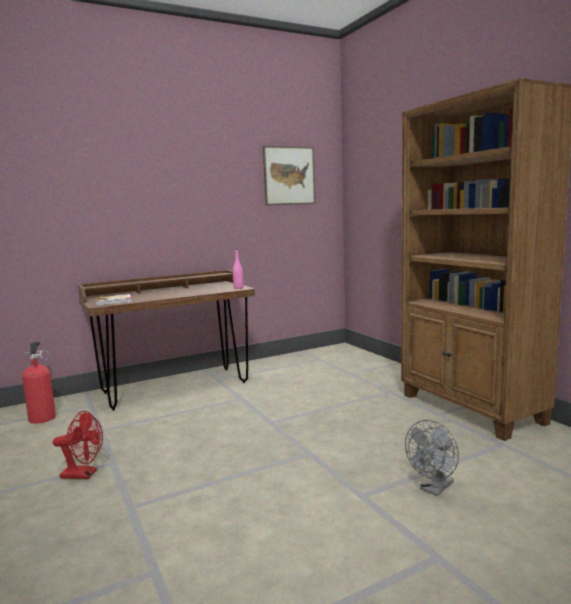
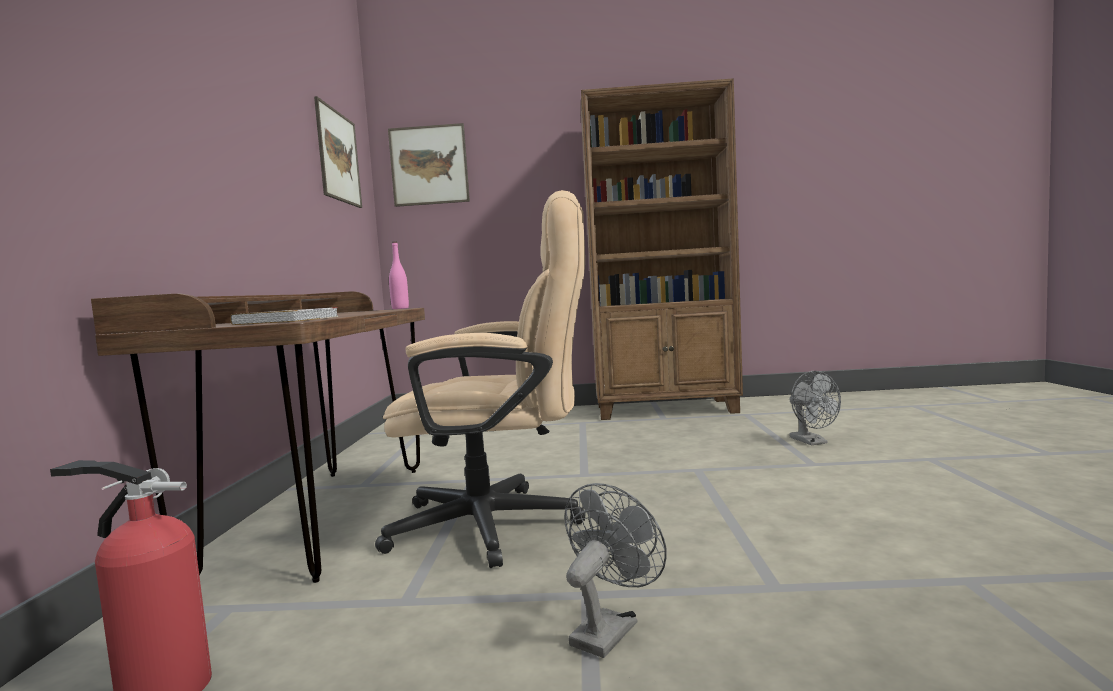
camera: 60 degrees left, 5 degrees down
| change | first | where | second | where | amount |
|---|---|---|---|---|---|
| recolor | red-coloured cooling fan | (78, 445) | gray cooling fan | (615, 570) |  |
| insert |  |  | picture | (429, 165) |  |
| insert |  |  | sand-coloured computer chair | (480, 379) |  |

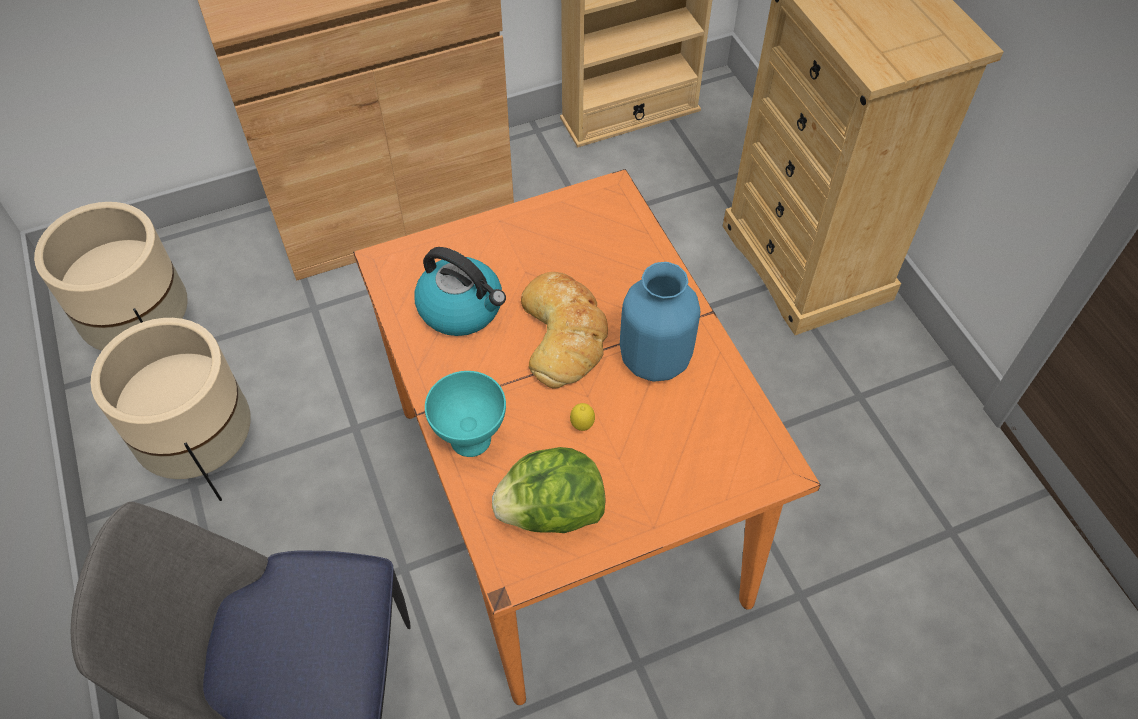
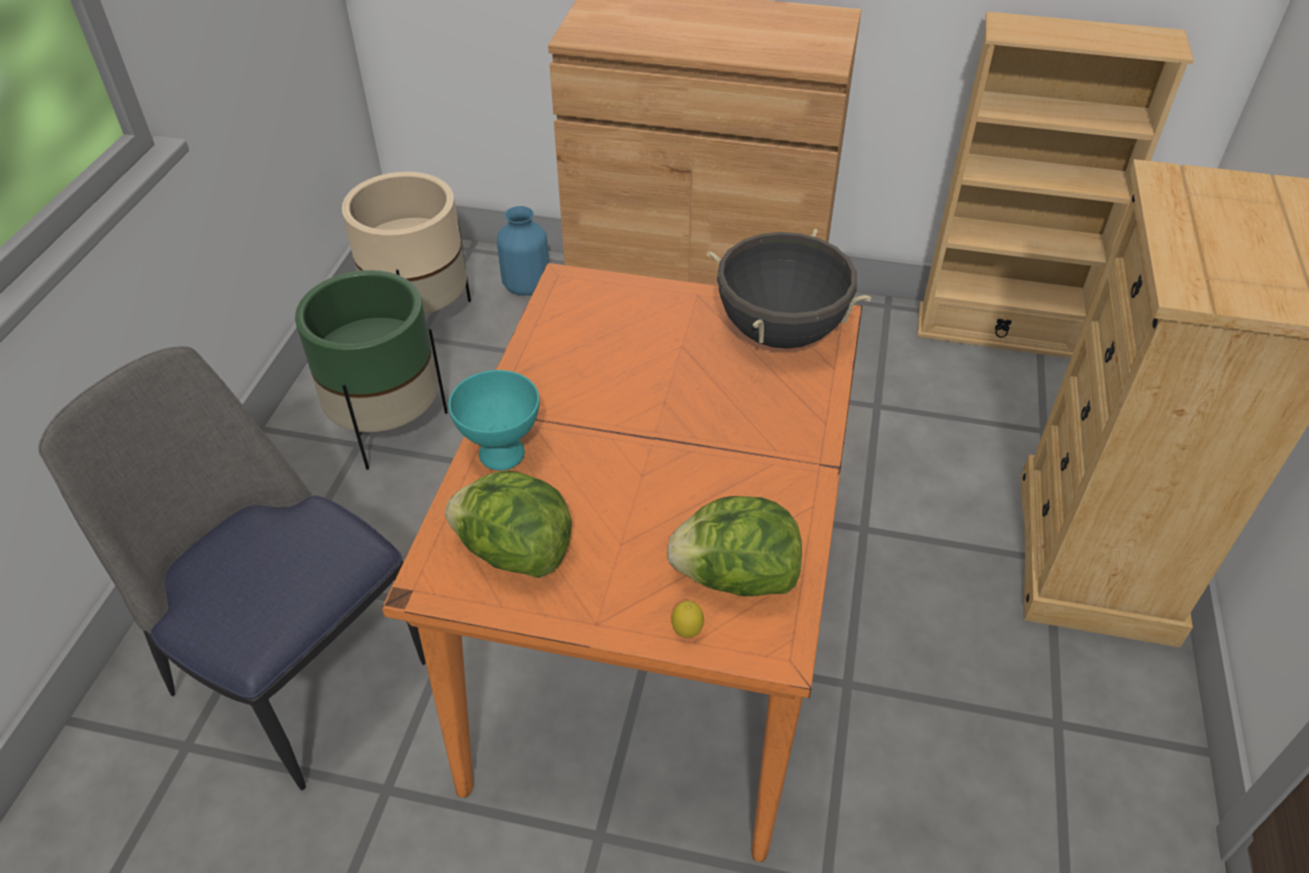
camera: 35 degrees right, 10 degrees down
| change | first | where | second | where | amount |
|---|---|---|---|---|---|
| delete | water kettle | (460, 291) |  |  |  |
| move | blue flower vase | (660, 322) |  | (523, 251) |  |
| delete | bread | (564, 330) |  |  |  |
| recolor | sand-coloured flower pot | (171, 409) | green-coloured flower pot | (371, 370) |  |
| move | citrus fruit | (582, 417) |  | (688, 619) |  |
| insert |  |  | black cooking pot | (789, 289) |  |
| insert |  |  | lettuce head | (734, 546) |  |

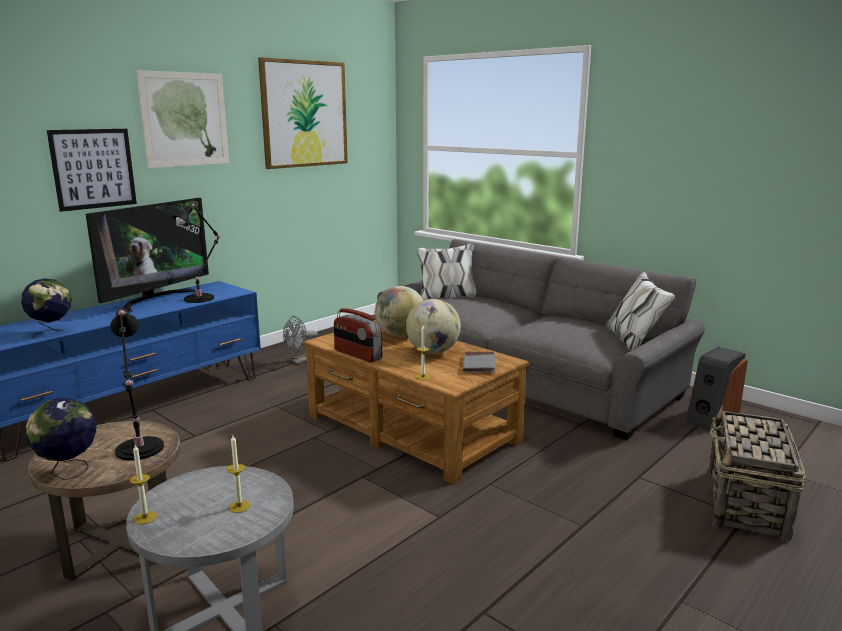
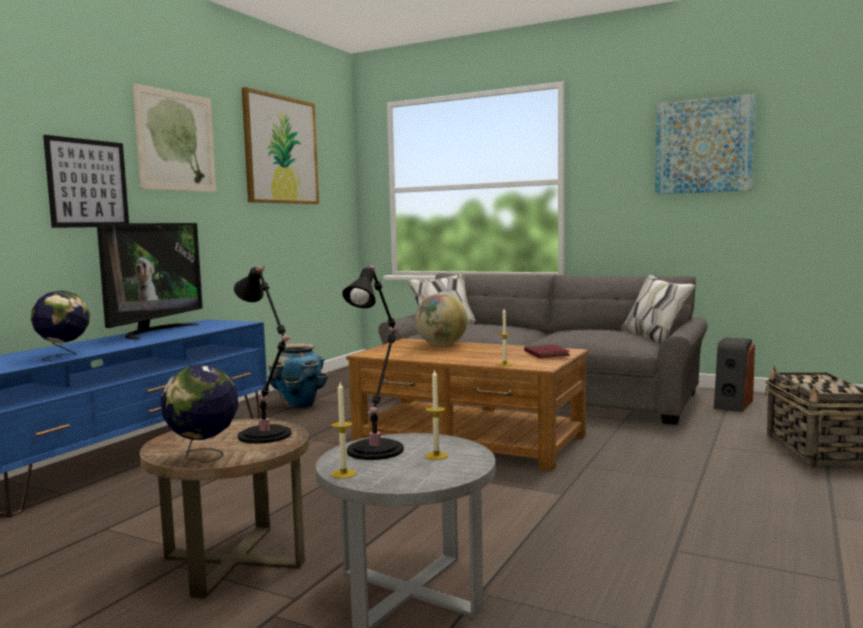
camera: 15 degrees left, 10 degrees down
| change | first | where | second | where | amount |
|---|---|---|---|---|---|
| move | black lamp for a table | (196, 253) |  | (373, 362) |  |
| delete | desk globe | (433, 326) |  |  |  |
| delete | radio | (358, 335) |  |  |  |
| replace | gray cooling fan | (300, 340) | flower pot | (298, 376) |  |
| recolor | gray book | (479, 362) | red-coloured book | (547, 351) |  |
| insert |  |  | picture | (705, 144) |  |

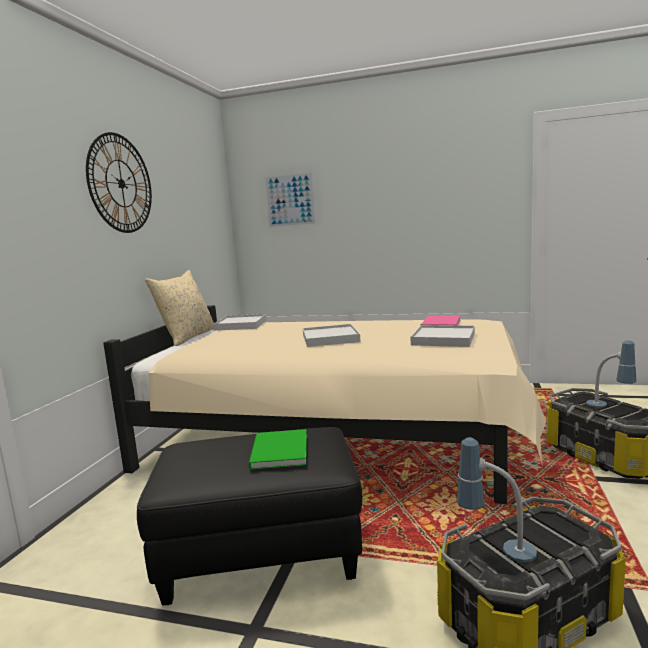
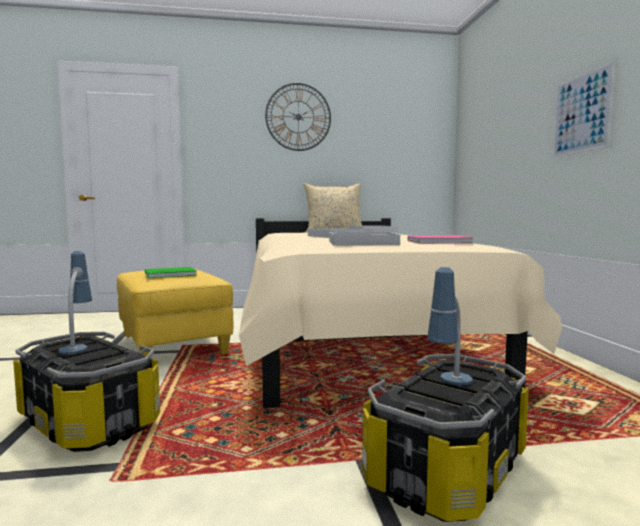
camera: 65 degrees right, 5 degrees down
| change | first | where | second | where | amount |
|---|---|---|---|---|---|
| move | picture | (290, 199) |  | (584, 109) |  |
| recolor | black pouffe | (249, 516) | yellowish pouffe | (175, 313) |  |

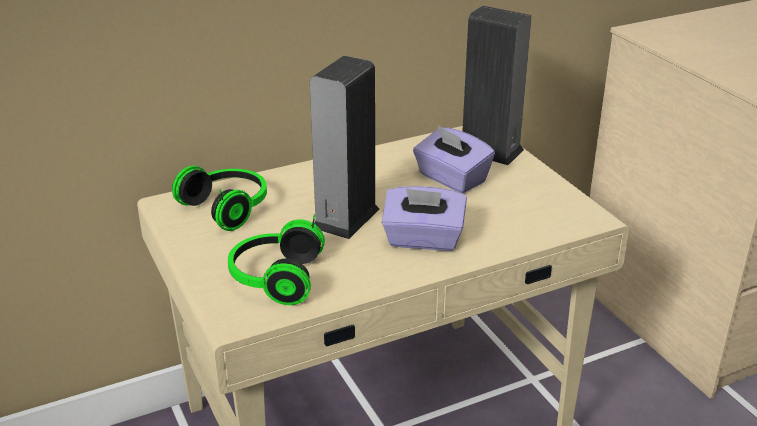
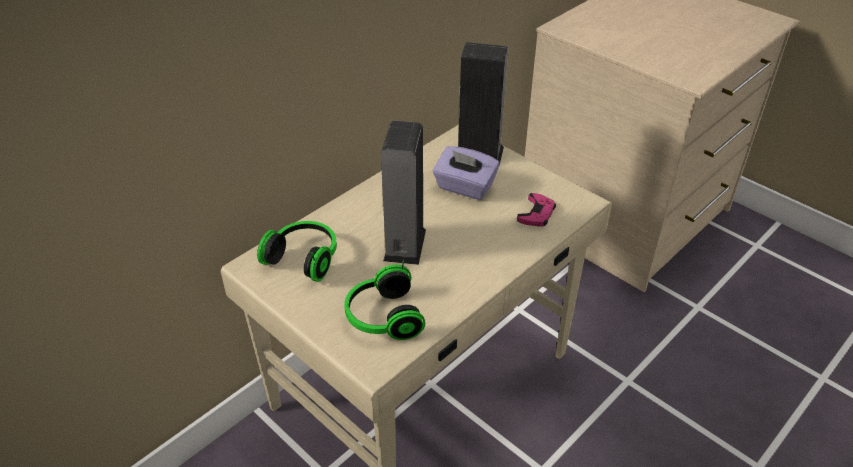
camera: 20 degrees left, 10 degrees up
| change | first | where | second | where | amount |
|---|---|---|---|---|---|
| delete | purple-coloured box of tissues | (424, 218) |  |  |  |
| insert |  |  | pink-coloured gamepad | (536, 209) |  |

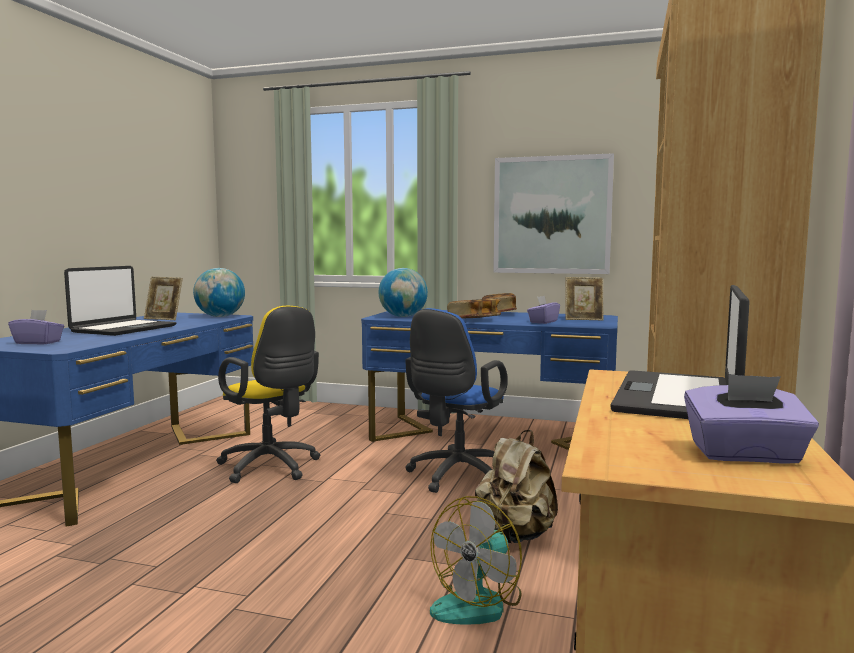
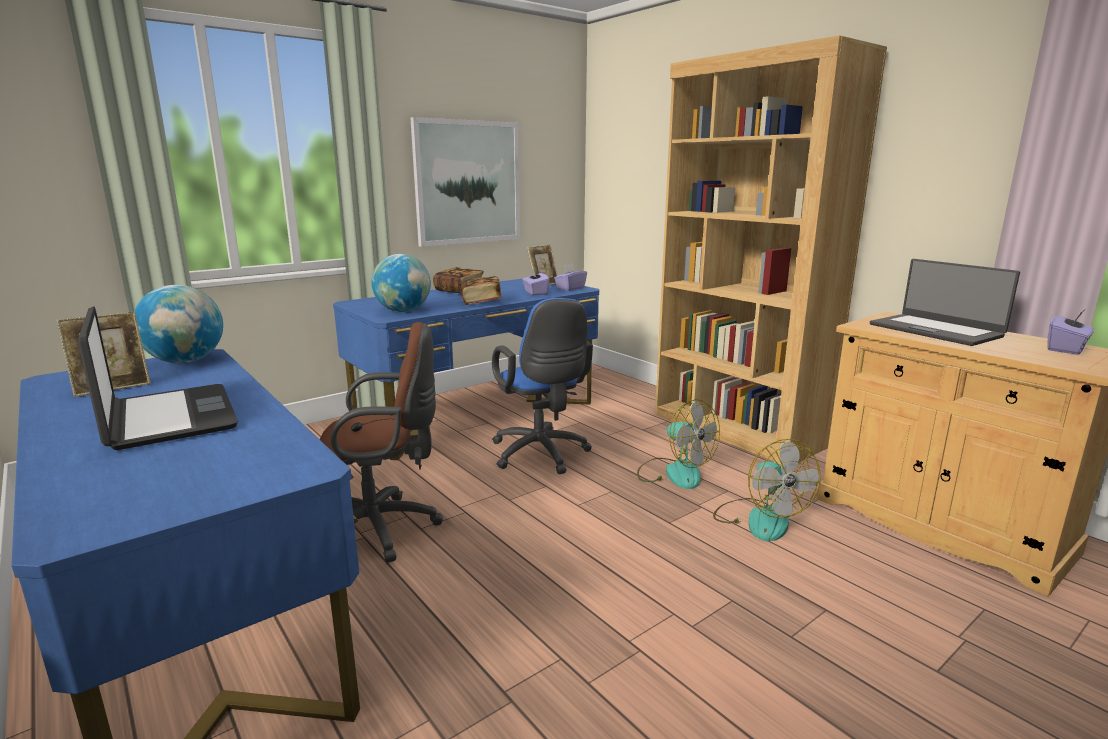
camera: 55 degrees left, 10 degrees up
| change | first | where | second | where | amount |
|---|---|---|---|---|---|
| recolor | yellowish computer chair | (268, 394) | brown computer chair | (381, 442) |  |
| move | purple-coloured box of tissues | (36, 327) |  | (570, 277) |  |
| replace | sand-coloured rucksack | (516, 486) | cooling fan | (678, 444) |  |

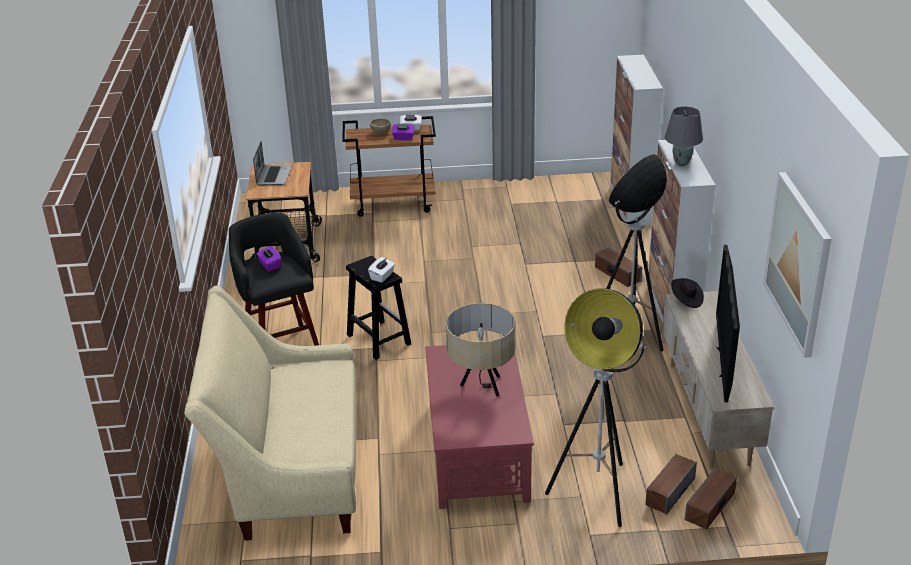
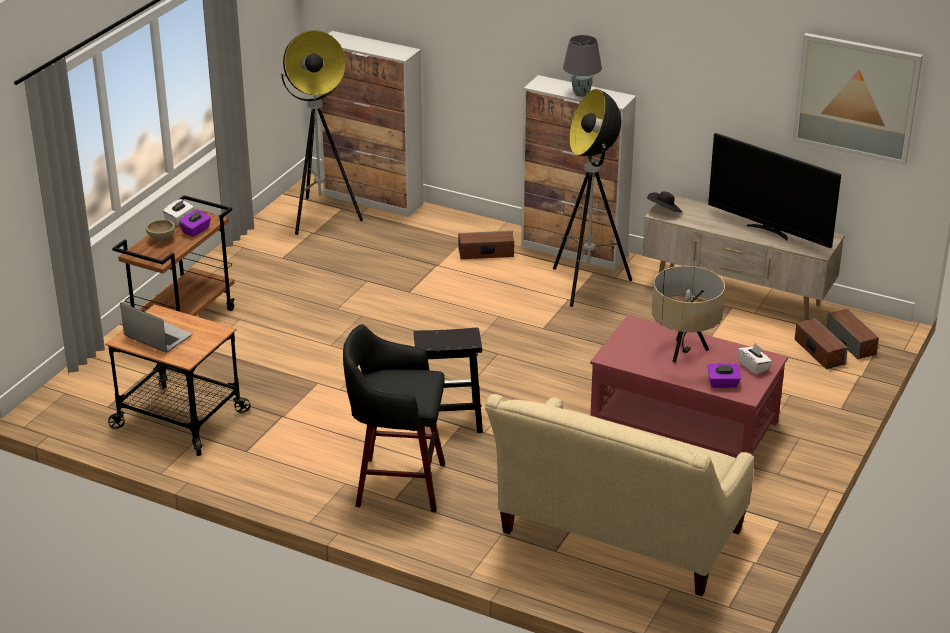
camera: 60 degrees left, 0 degrees up
| change | first | where | second | where | amount |
|---|---|---|---|---|---|
| move | purple-coloured box of tissues | (269, 258) |  | (724, 375) |  |
| move | whitish box of tissues | (381, 270) |  | (755, 359) |  |
| move | standing lamp | (595, 407) |  | (322, 132) |  |

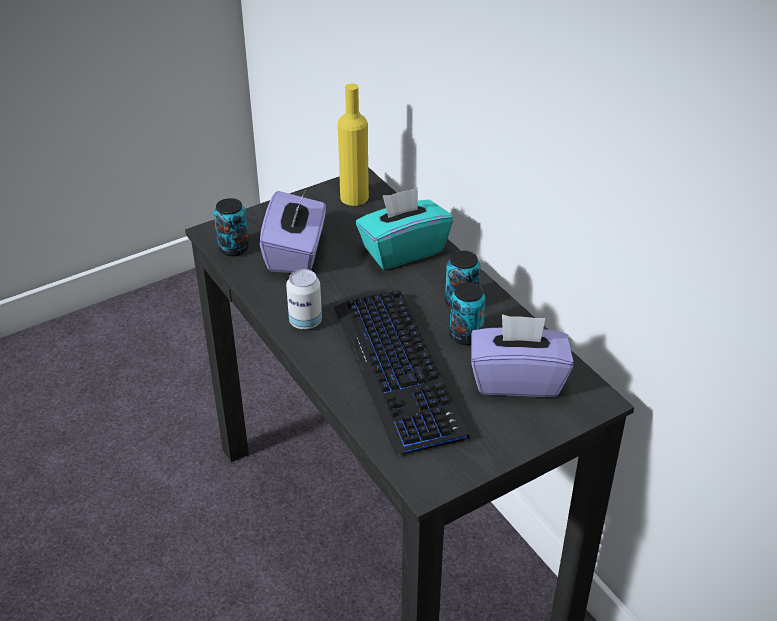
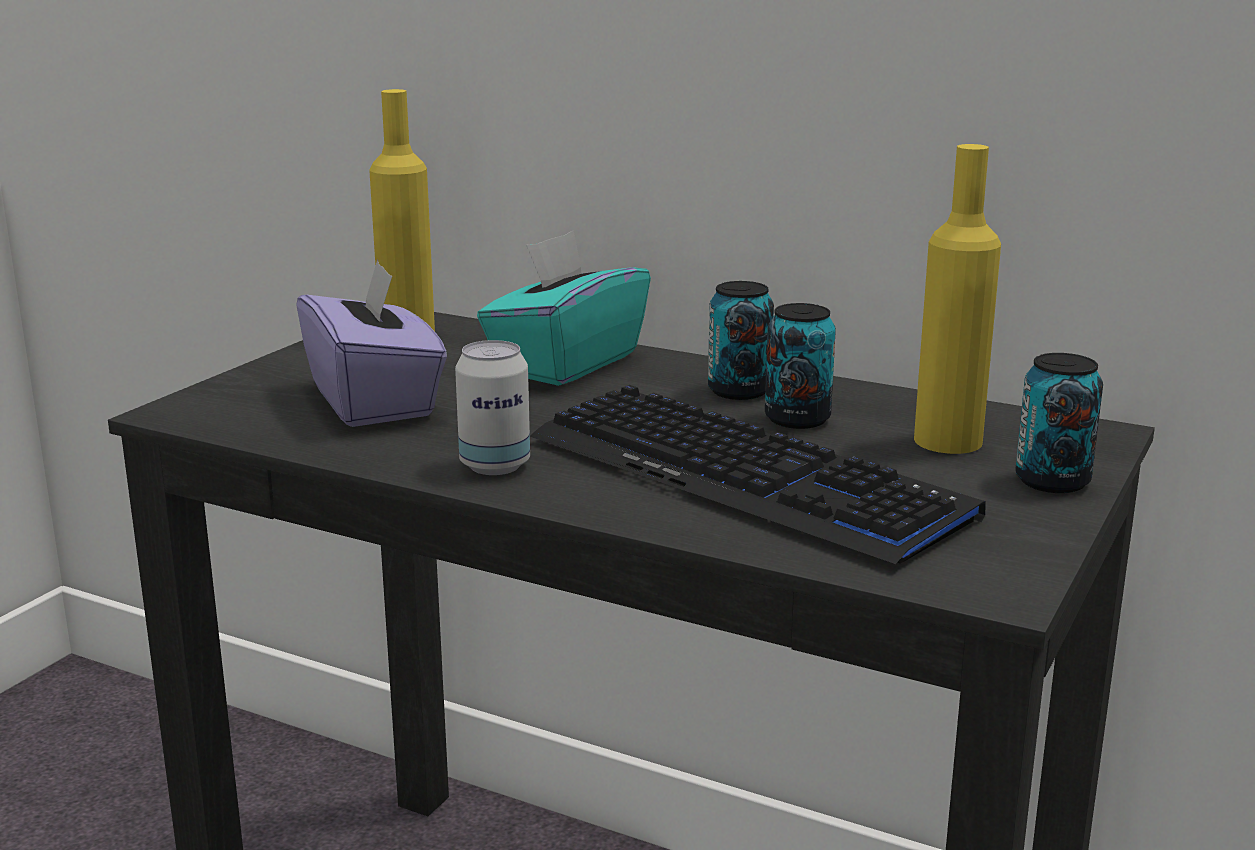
camera: 30 degrees left, 20 degrees down
| change | first | where | second | where | amount |
|---|---|---|---|---|---|
| move | sealed can | (231, 227) |  | (1059, 423) |  |
| replace | purple-coloured box of tissues | (522, 355) | yellowish bottle | (957, 299) |  |

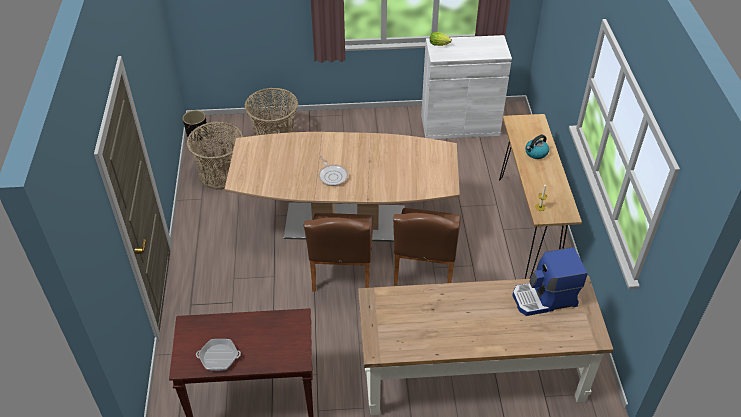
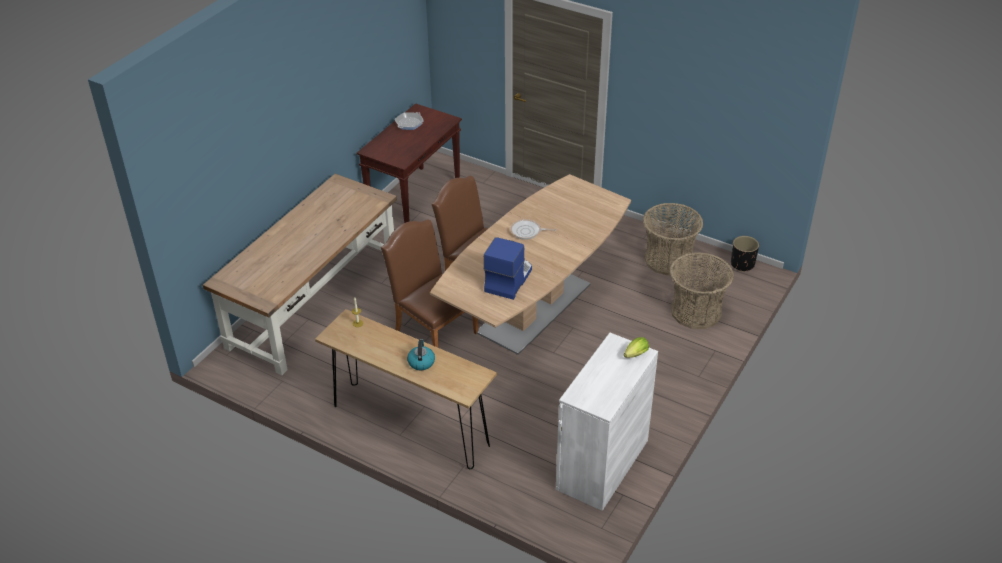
camera: 125 degrees right, 5 degrees down
| change | first | where | second | where | amount |
|---|---|---|---|---|---|
| move | coffee brewer | (550, 281) |  | (508, 268) |  |

